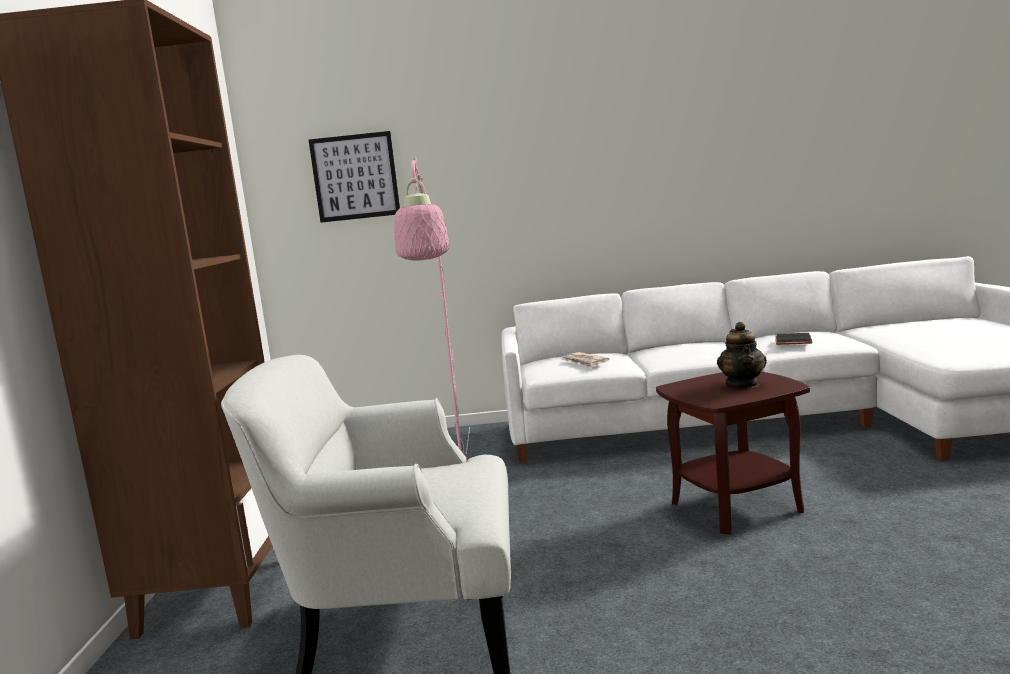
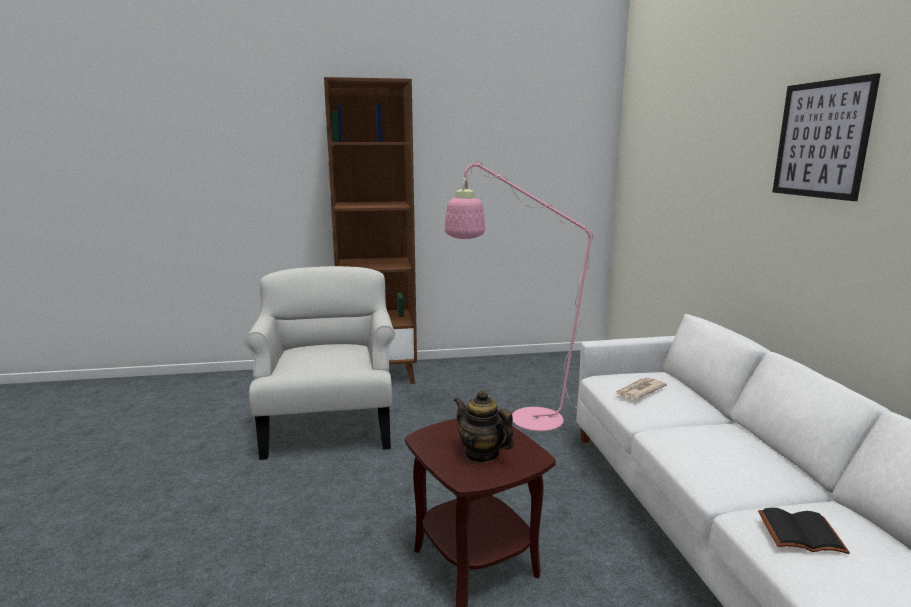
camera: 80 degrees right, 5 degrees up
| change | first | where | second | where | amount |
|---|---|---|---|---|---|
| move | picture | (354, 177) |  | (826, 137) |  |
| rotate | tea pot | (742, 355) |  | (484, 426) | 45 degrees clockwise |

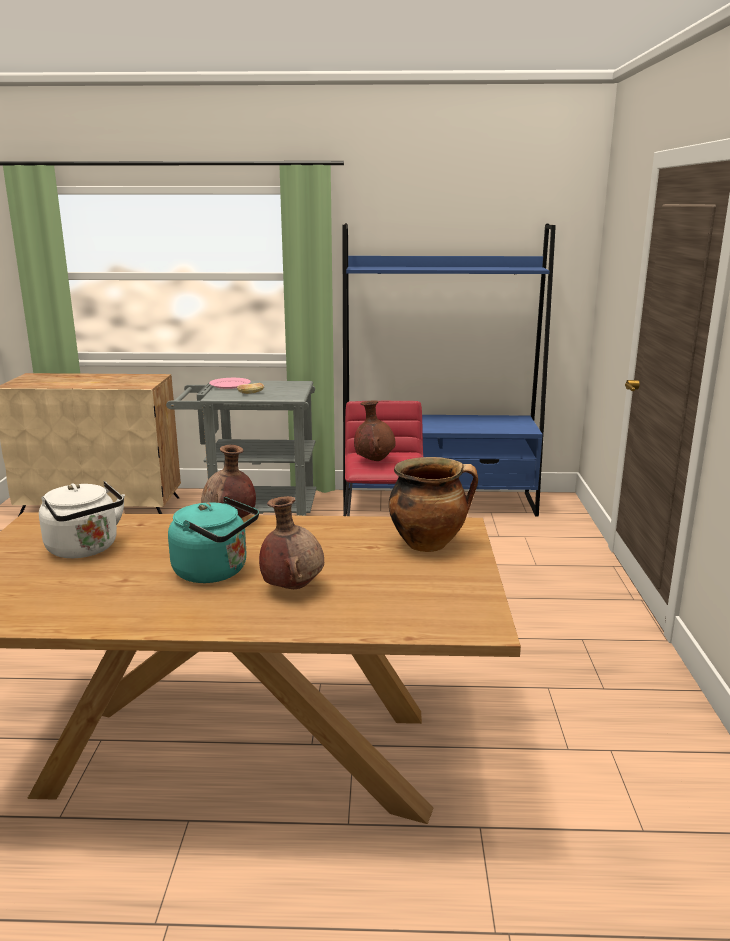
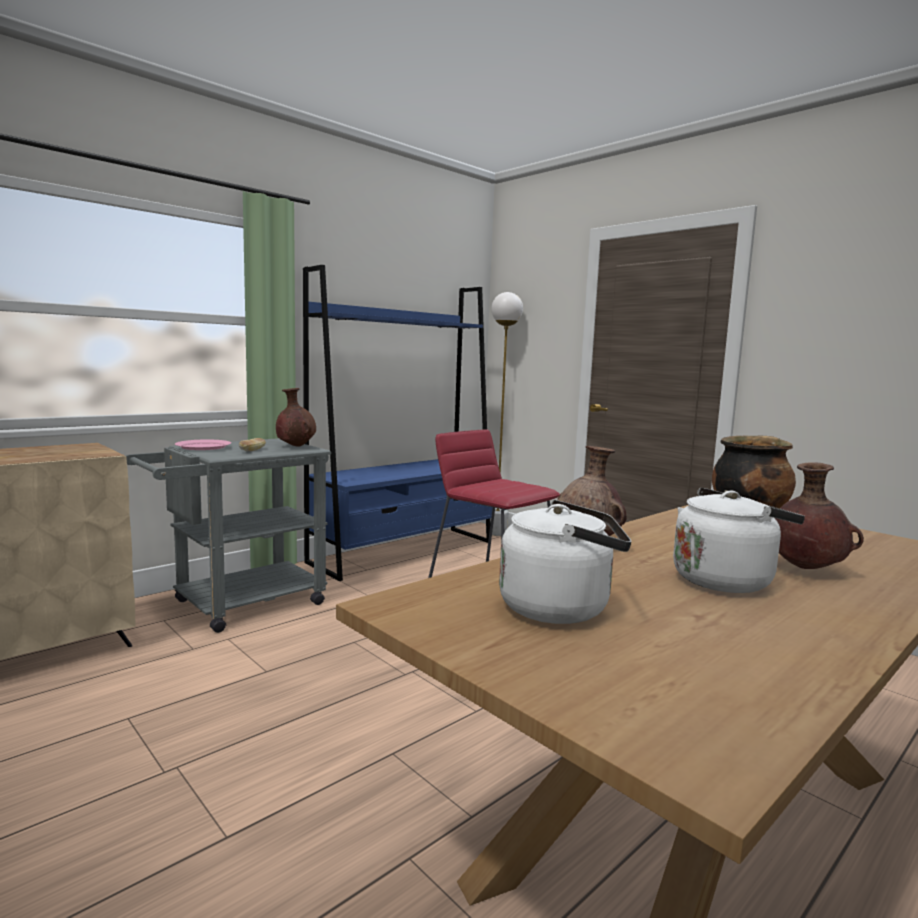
camera: 45 degrees left, 10 degrees down
| change | first | where | second | where | amount |
|---|---|---|---|---|---|
| move | brown flower vase | (375, 430) |  | (296, 417) |  |
| recolor | turquoise water kettle | (213, 540) | whitish water kettle | (739, 540) |  |
| insert |  |  | whitish standing lamp | (506, 414) |  |

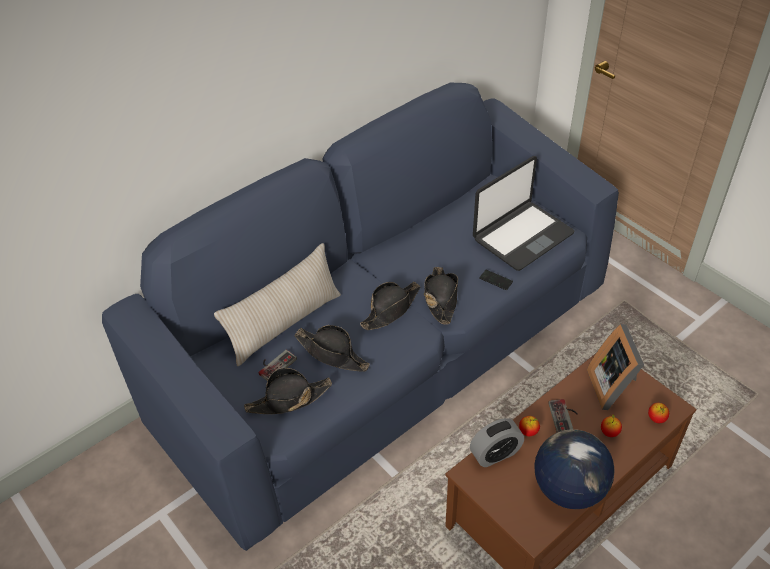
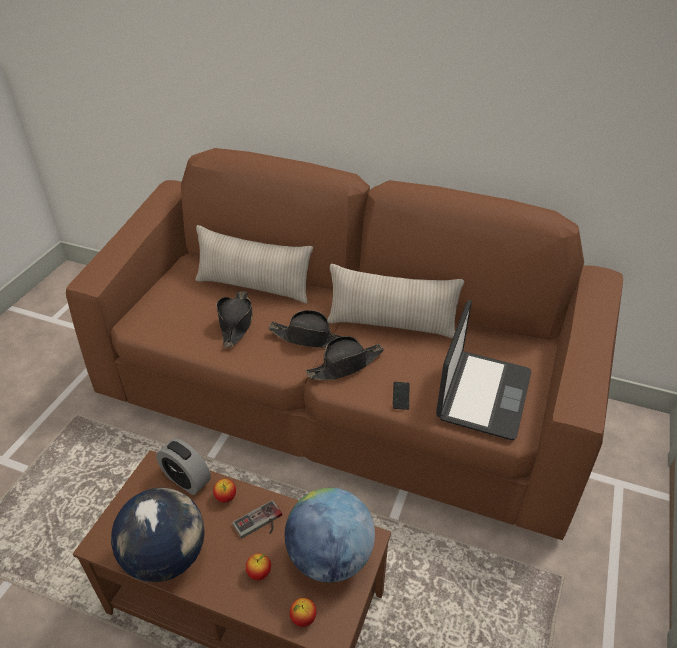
camera: 60 degrees right, 5 degrees down
| change | first | where | second | where | amount |
|---|---|---|---|---|---|
| recolor | blue sofa | (360, 317) | brown sofa | (344, 344) |  |
| rotate | notebook computer | (523, 213) |  | (483, 370) | 90 degrees counterclockwise |
| replace | picture frame | (615, 367) | desk globe | (330, 535) |  |
| delete | gamepad | (278, 365) |  |  |  |
| delete | black clothing hat | (288, 391) |  |  |  |
| insert |  |  | sand-coloured pillow | (395, 301) |  |

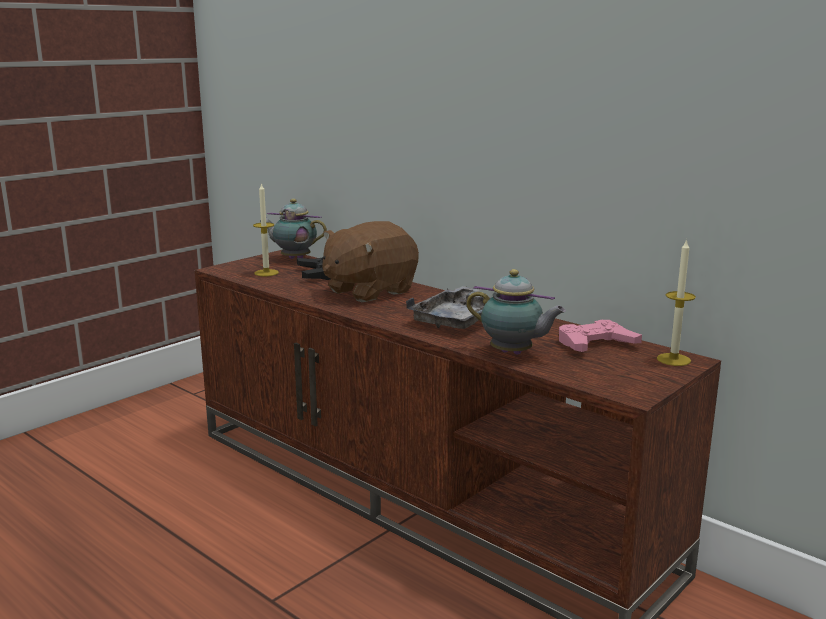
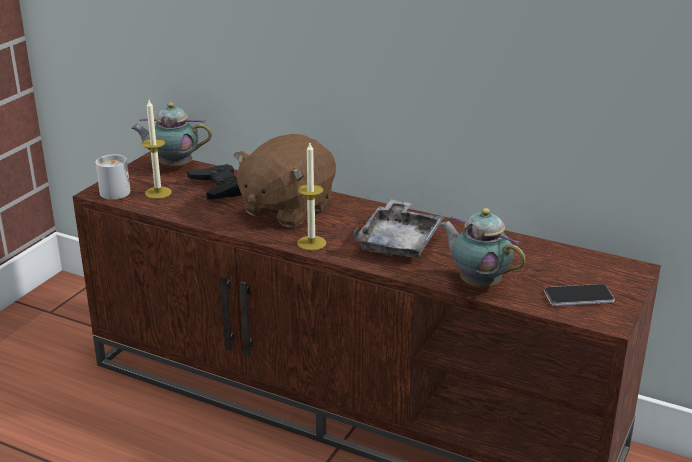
camera: 15 degrees left, 10 degrees up
| change | first | where | second | where | amount |
|---|---|---|---|---|---|
| move | candle | (676, 302) |  | (311, 197) |  |
| rotate | tea pot | (516, 312) |  | (483, 247) | 150 degrees counterclockwise |
| delete | pink-coloured gamepad | (600, 336) |  |  |  |
| insert |  |  | whitish mug | (112, 177) |  |
| insert |  |  | phone | (579, 295) |  |

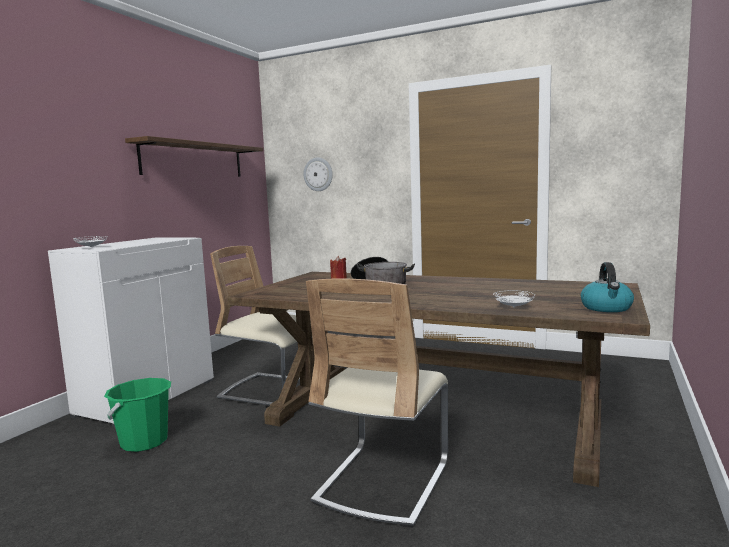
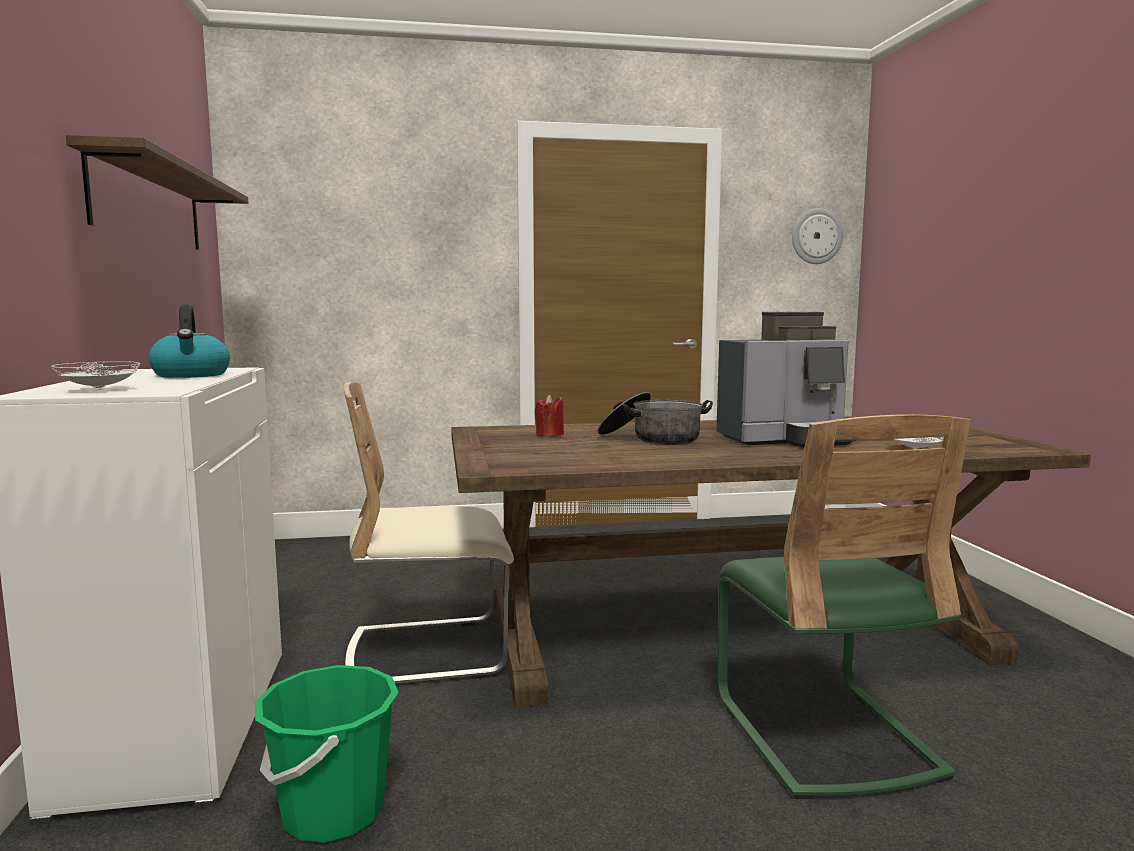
camera: 35 degrees left, 0 degrees up
| change | first | where | second | where | amount |
|---|---|---|---|---|---|
| move | clock on the wall | (318, 174) |  | (817, 236) |  |
| move | water kettle | (607, 287) |  | (189, 341) |  |
| recolor | sand-coloured plain chair | (377, 403) | green-coloured plain chair | (844, 606) |  |
| insert |  |  | coffee brewer | (786, 380) |  |

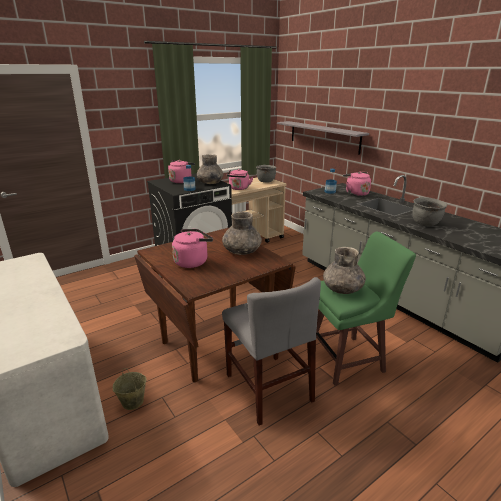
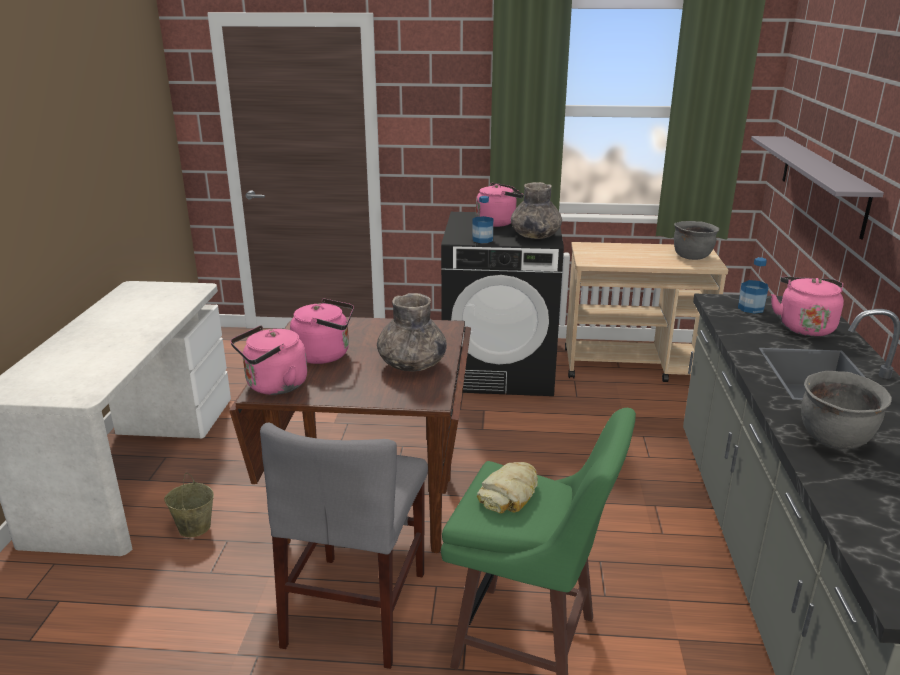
camera: 40 degrees right, 0 degrees up
| change | first | where | second | where | amount |
|---|---|---|---|---|---|
| move | pink-coloured water kettle | (240, 179) |  | (268, 360) |  |
| replace | gray flower vase | (344, 270) | bread | (507, 488) |  |

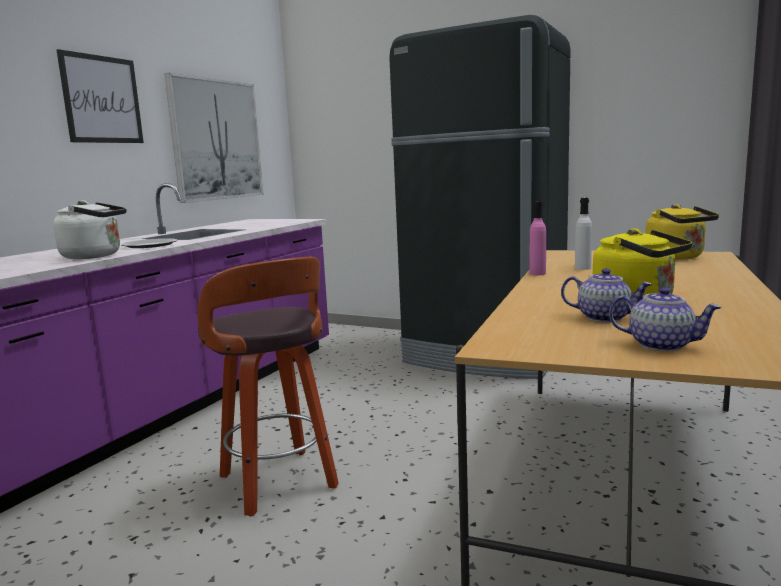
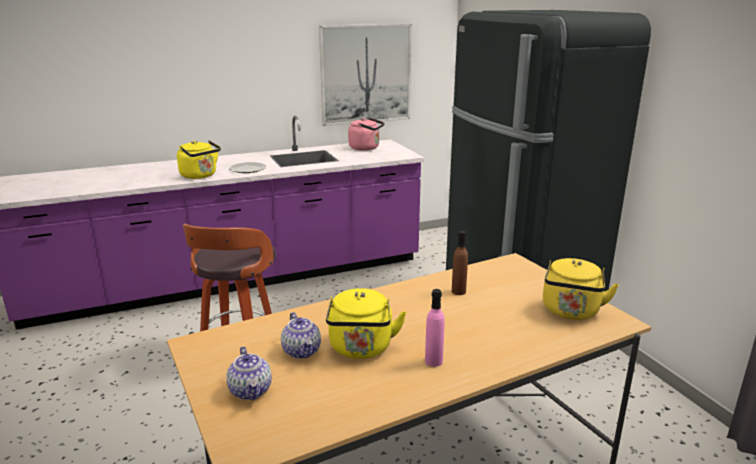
camera: 40 degrees right, 10 degrees up
| change | first | where | second | where | amount |
|---|---|---|---|---|---|
| delete | picture | (100, 96) |  |  |  |
| recolor | whitish bottle | (583, 234) | brown bottle | (460, 263) |  |
| recolor | whitish water kettle | (90, 229) | yellowish water kettle | (199, 159) |  |
| move | pink-coloured bottle | (537, 238) |  | (435, 328) |  |
| insert |  |  | pink-coloured water kettle | (366, 134) |  |

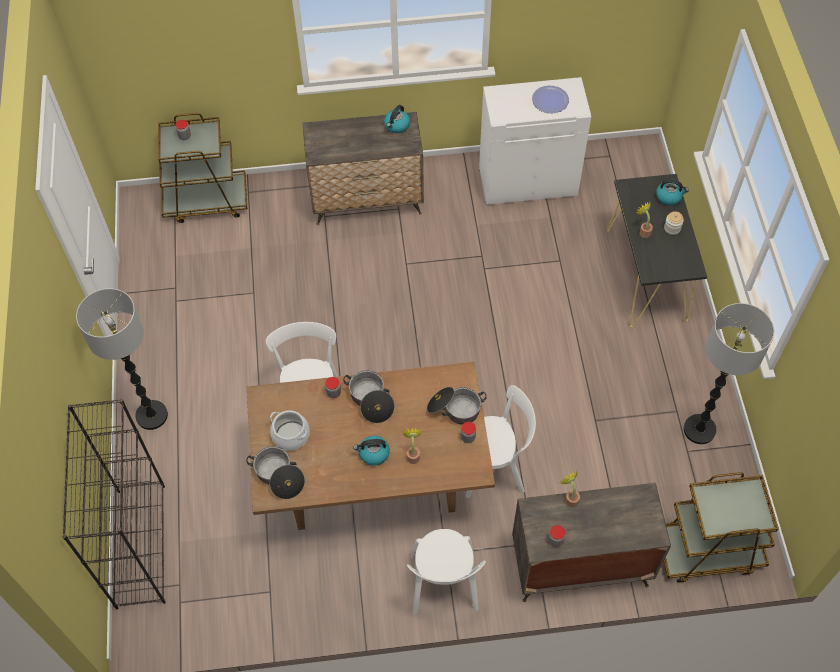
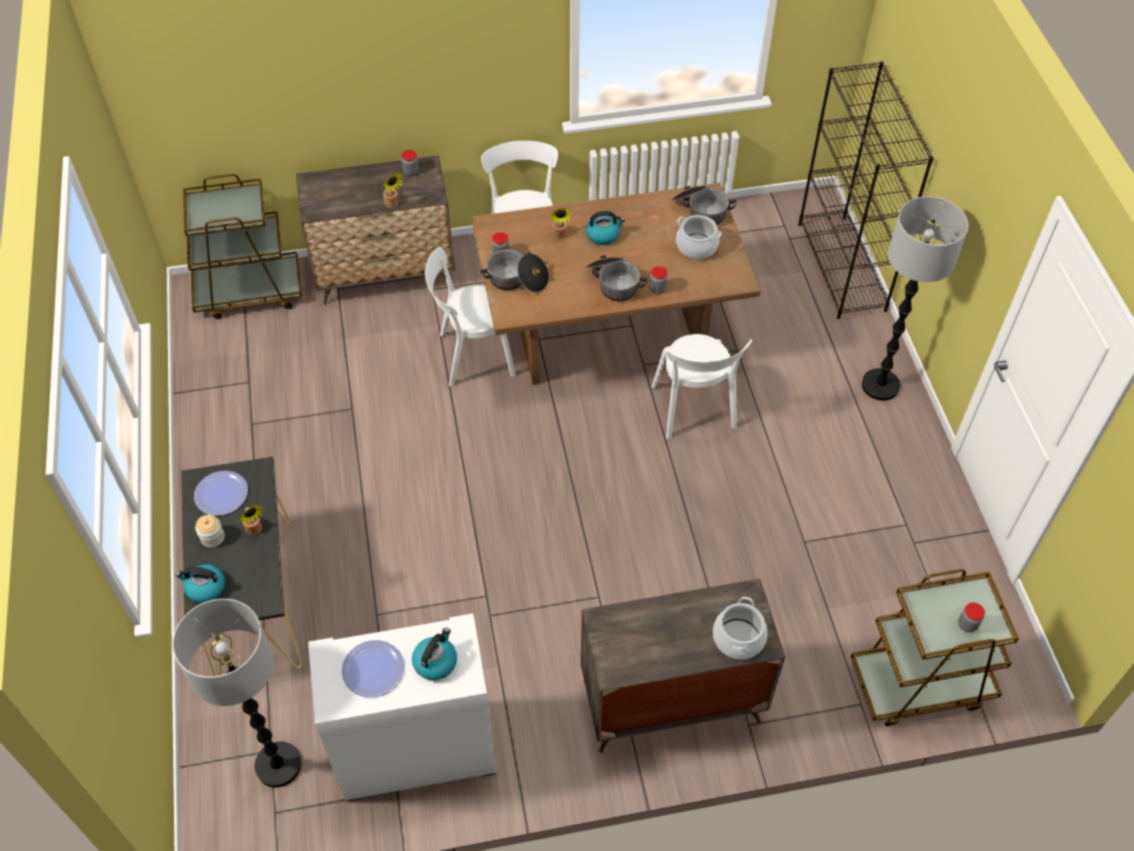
camera: 175 degrees right, 5 degrees down
| change | first | where | second | where | amount |
|---|---|---|---|---|---|
| move | water kettle | (397, 119) |  | (434, 654) |  |
| move | standing lamp | (729, 373) |  | (237, 693) |  |
| insert |  |  | flat dish | (221, 493) |  |
| insert |  |  | cooking pot | (740, 628) |  |

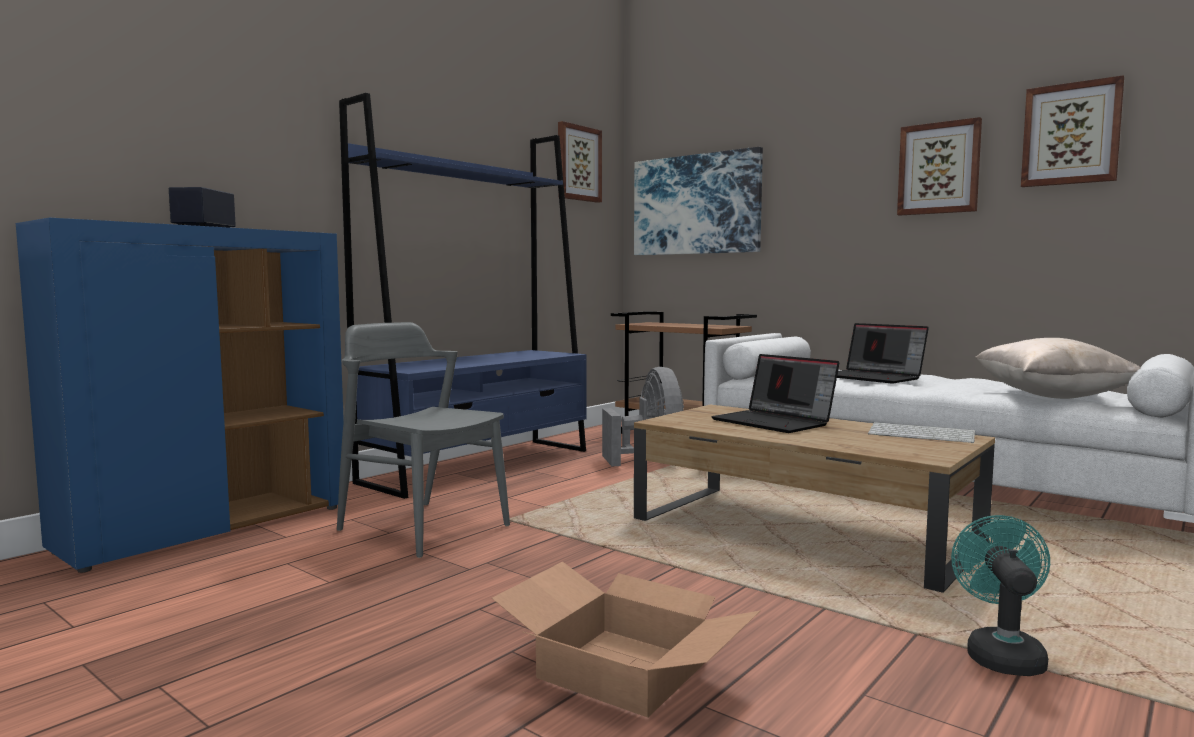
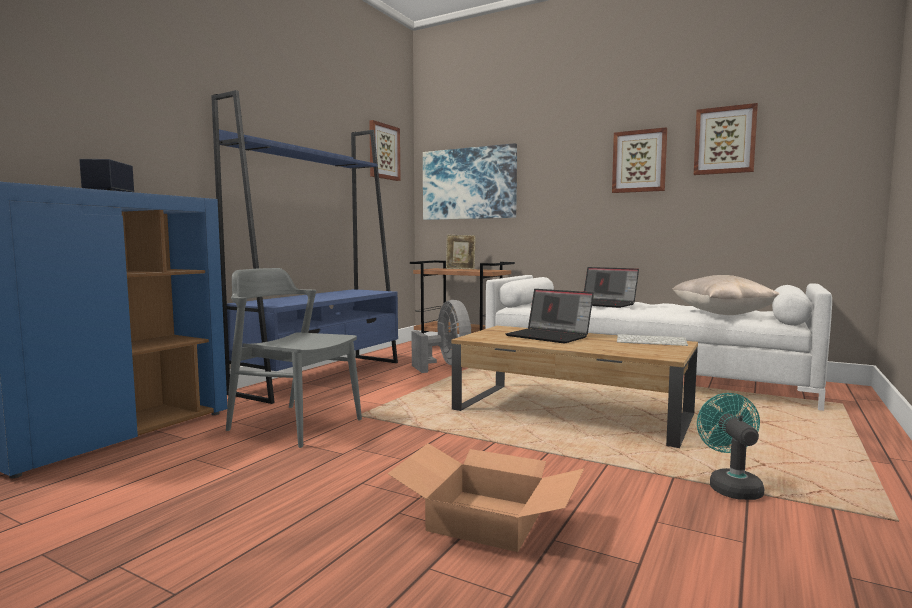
camera: 10 degrees left, 0 degrees up
| change | first | where | second | where | amount |
|---|---|---|---|---|---|
| insert |  |  | picture frame | (461, 252) |  |

